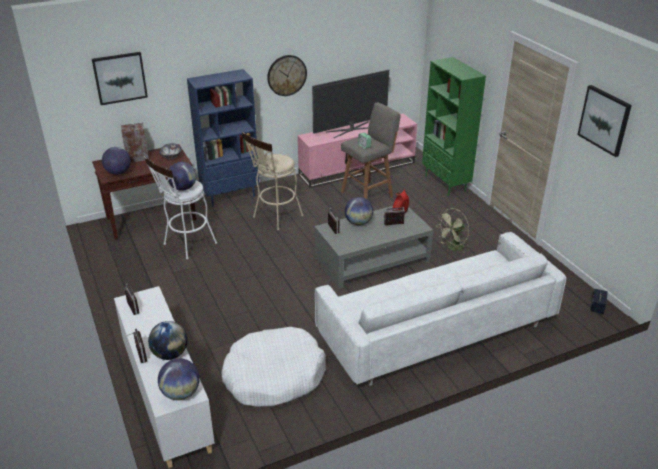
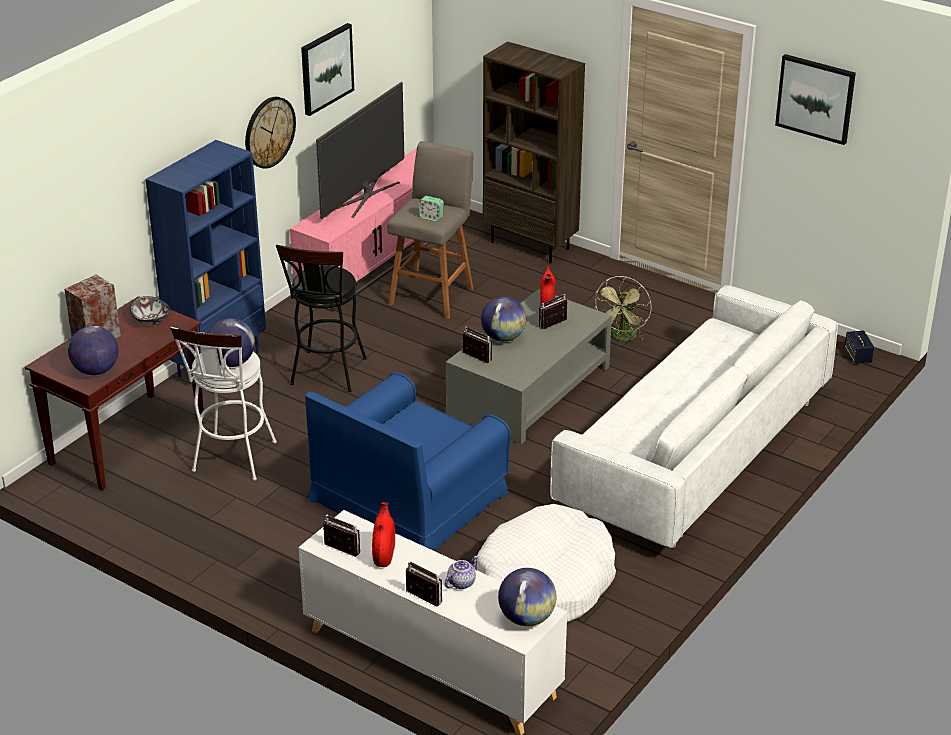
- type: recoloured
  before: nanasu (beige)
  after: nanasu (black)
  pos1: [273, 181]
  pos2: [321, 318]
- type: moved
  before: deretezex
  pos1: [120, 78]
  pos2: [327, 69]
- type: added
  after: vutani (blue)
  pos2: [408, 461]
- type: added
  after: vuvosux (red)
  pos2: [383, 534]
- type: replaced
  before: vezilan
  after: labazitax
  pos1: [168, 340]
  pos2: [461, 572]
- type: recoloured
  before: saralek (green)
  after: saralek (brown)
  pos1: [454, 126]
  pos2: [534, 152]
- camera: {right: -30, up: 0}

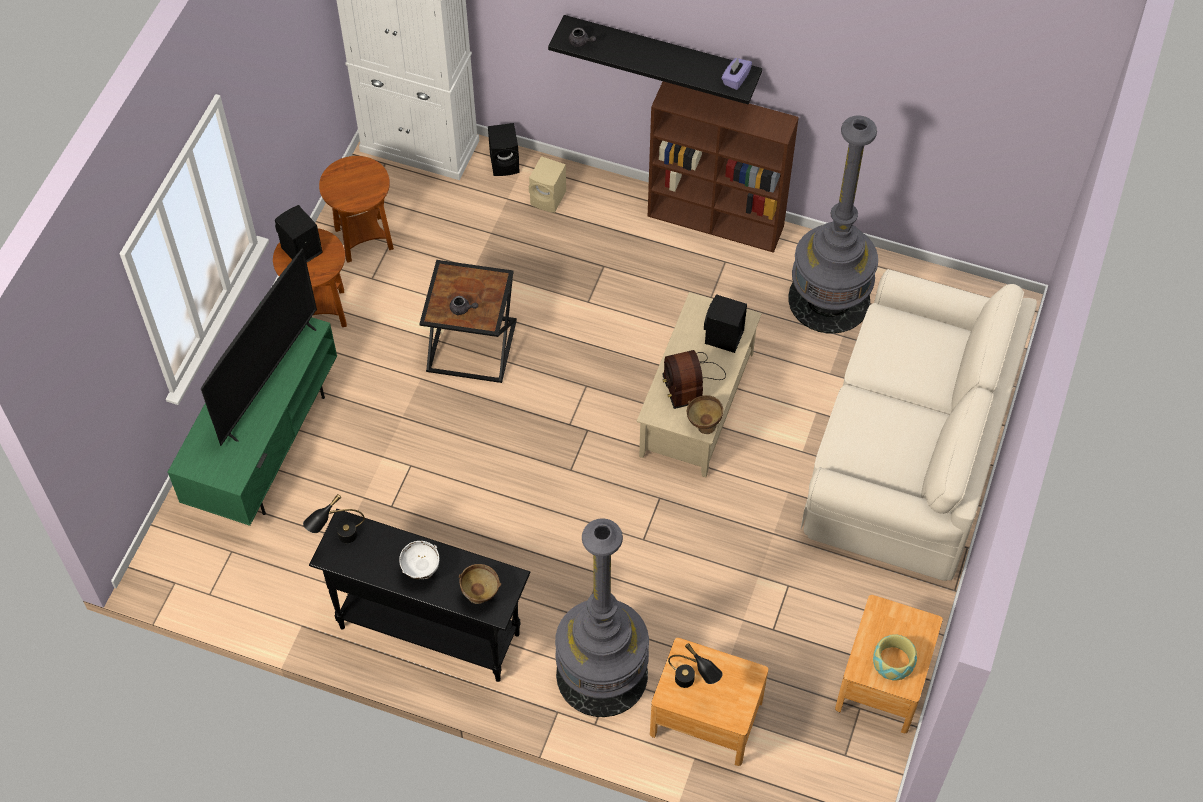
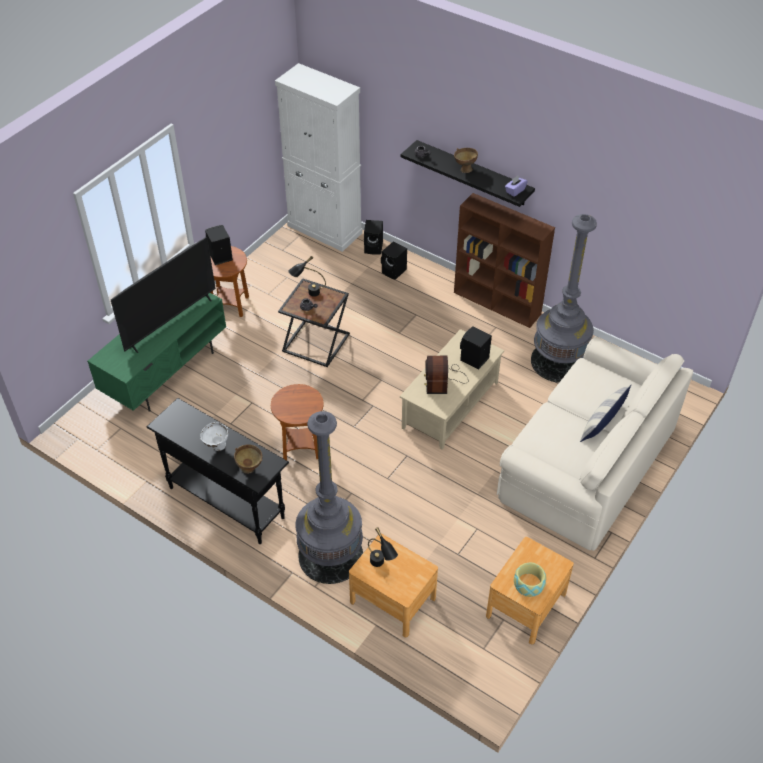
- type: moved
  before: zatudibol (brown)
  pos1: [356, 209]
  pos2: [297, 422]
- type: moved
  before: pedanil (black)
  pos1: [334, 518]
  pos2: [307, 276]
- type: recoloured
  before: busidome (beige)
  after: busidome (black)
  pos1: [547, 184]
  pos2: [394, 260]
- type: moved
  before: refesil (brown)
  pos1: [705, 414]
  pos2: [466, 160]
- type: added
  after: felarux
  pos2: [605, 413]
- camera: {right: 15, up: -10}

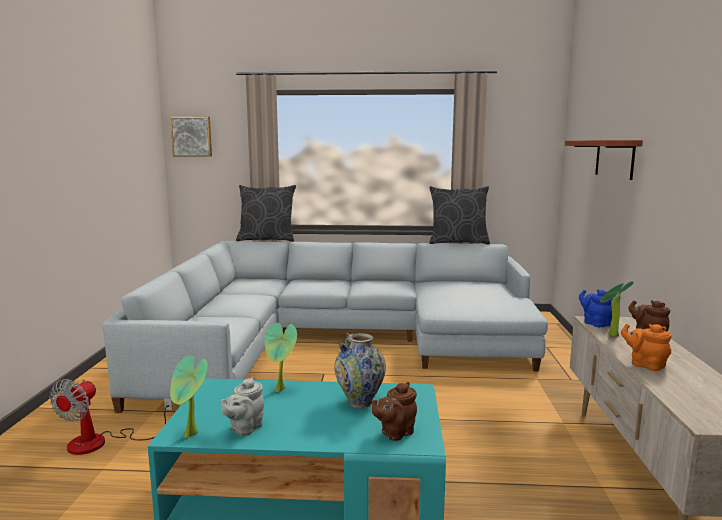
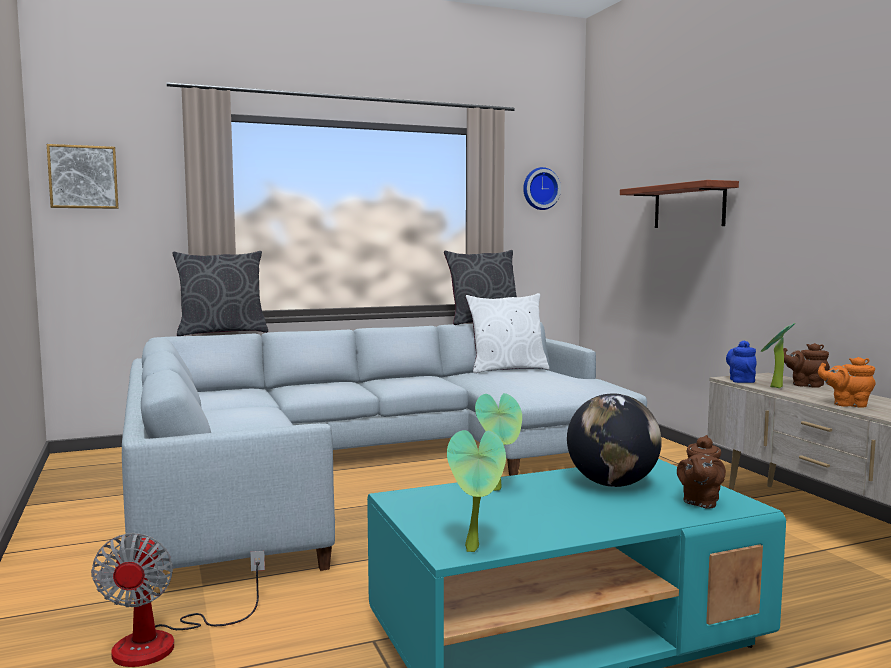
- type: added
  after: felarux (white)
  pos2: [507, 333]
- type: added
  after: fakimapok
  pos2: [542, 188]
- type: replaced
  before: vuvosux
  after: vezilan
  pos1: [360, 371]
  pos2: [614, 440]
- type: turned
  before: labazitax (blue)
  pos1: [596, 308]
  pos2: [741, 361]
  turn: 60
- type: removed
  before: labazitax (grey)
  pos1: [242, 406]
- camera: {right: -25, up: -5}

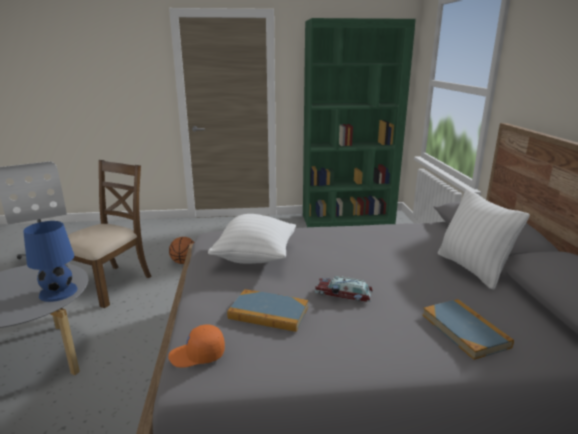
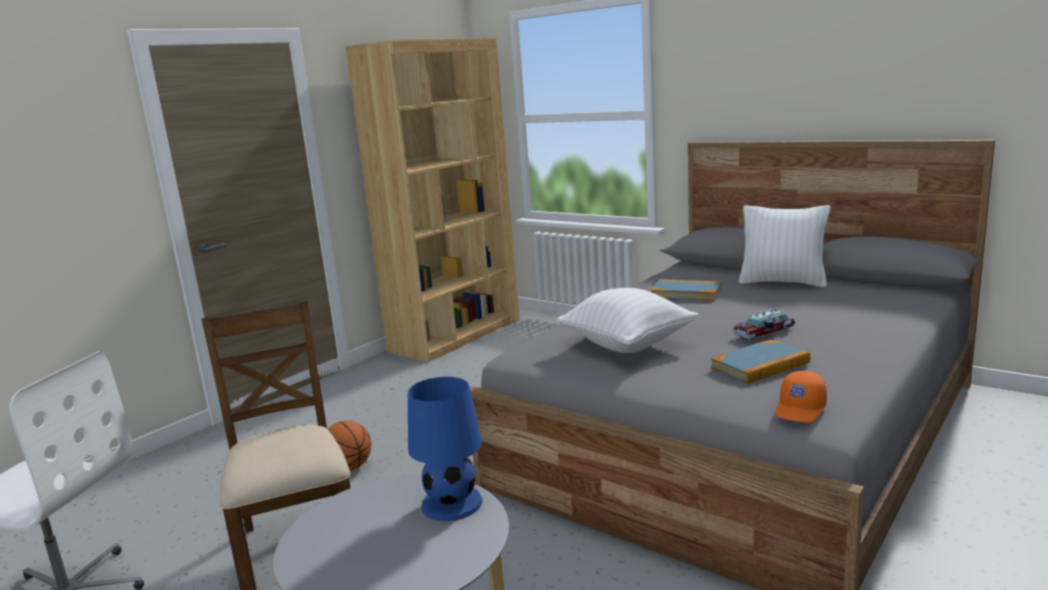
- type: recoloured
  before: saralek (green)
  after: saralek (brown)
  pos1: [359, 122]
  pos2: [432, 200]
- type: moved
  before: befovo
  pos1: [468, 329]
  pos2: [686, 290]
- camera: {right: -45, up: -5}

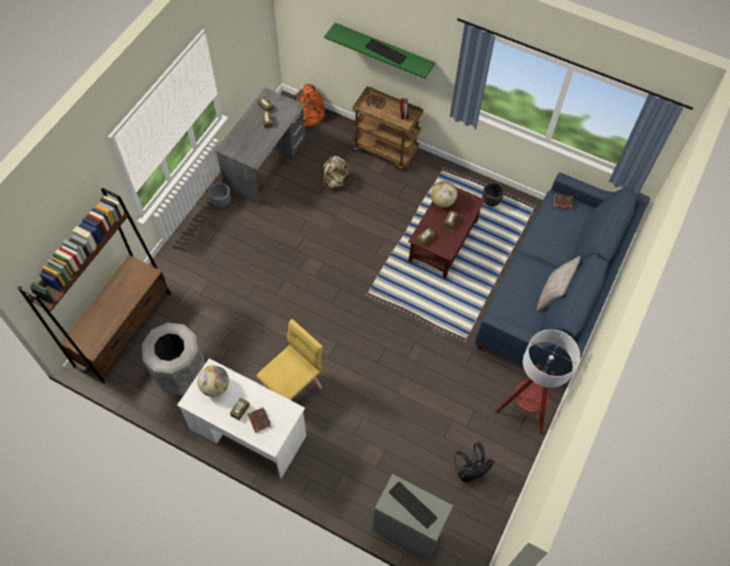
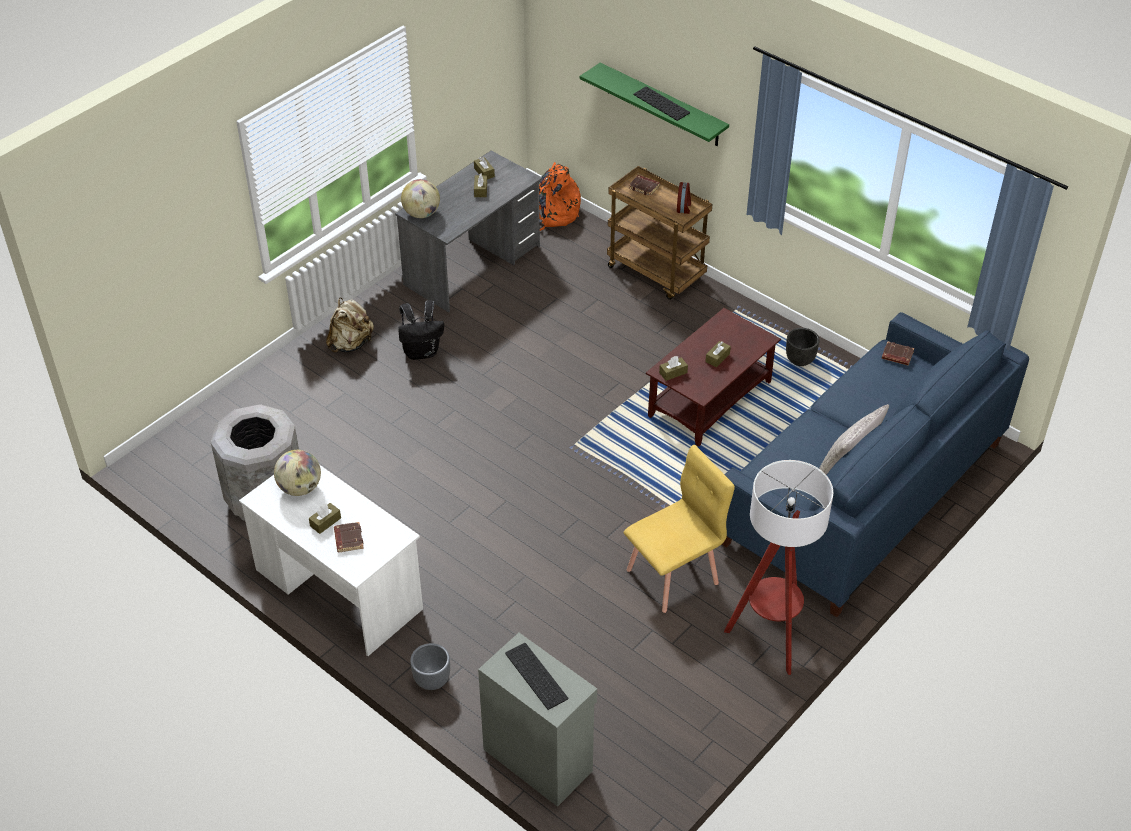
- type: moved
  before: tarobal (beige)
  pos1: [336, 173]
  pos2: [350, 325]
- type: moved
  before: tarobal (black)
  pos1: [474, 462]
  pos2: [421, 330]
- type: moved
  before: vezilan
  pos1: [444, 194]
  pos2: [420, 198]
- type: moved
  before: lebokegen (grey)
  pos1: [220, 195]
  pos2: [430, 666]
- type: moved
  before: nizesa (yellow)
  pos1: [289, 360]
  pos2: [679, 529]
- type: removed
  before: saralek (brown)
  pos1: [94, 286]
- camera: {right: 15, up: -15}

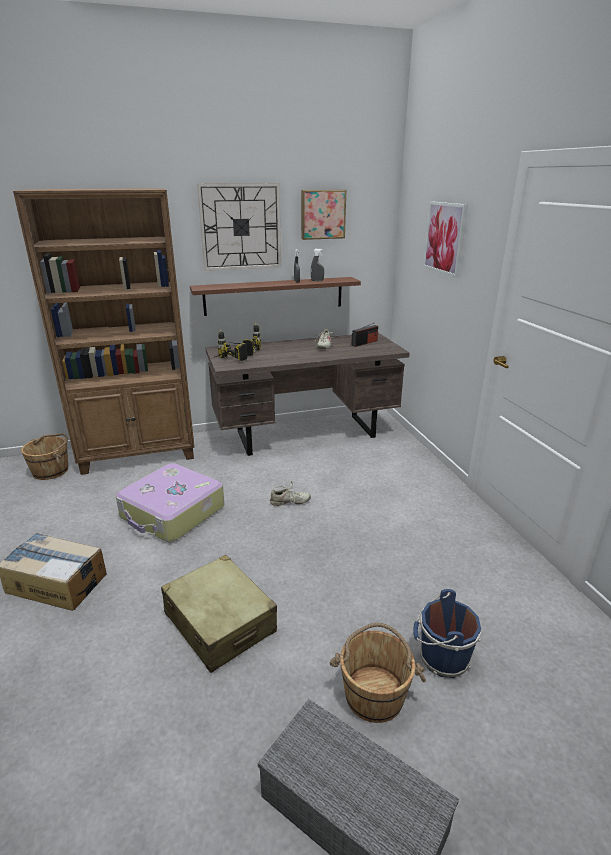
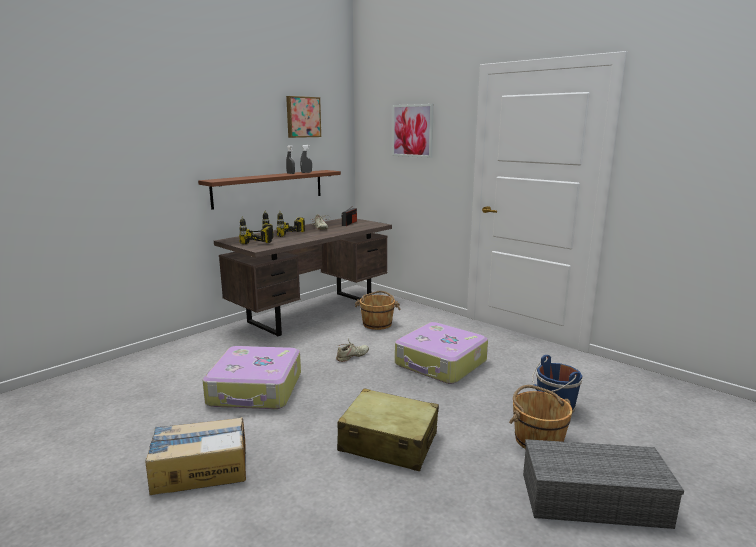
- type: added
  after: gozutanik
  pos2: [291, 224]
- type: moved
  before: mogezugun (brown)
  pos1: [44, 456]
  pos2: [378, 310]
- type: added
  after: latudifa
  pos2: [441, 353]
- type: removed
  before: saralek (brown)
  pos1: [104, 331]
- type: removed
  before: fakimapok
  pos1: [239, 227]
- camera: {right: -30, up: -10}

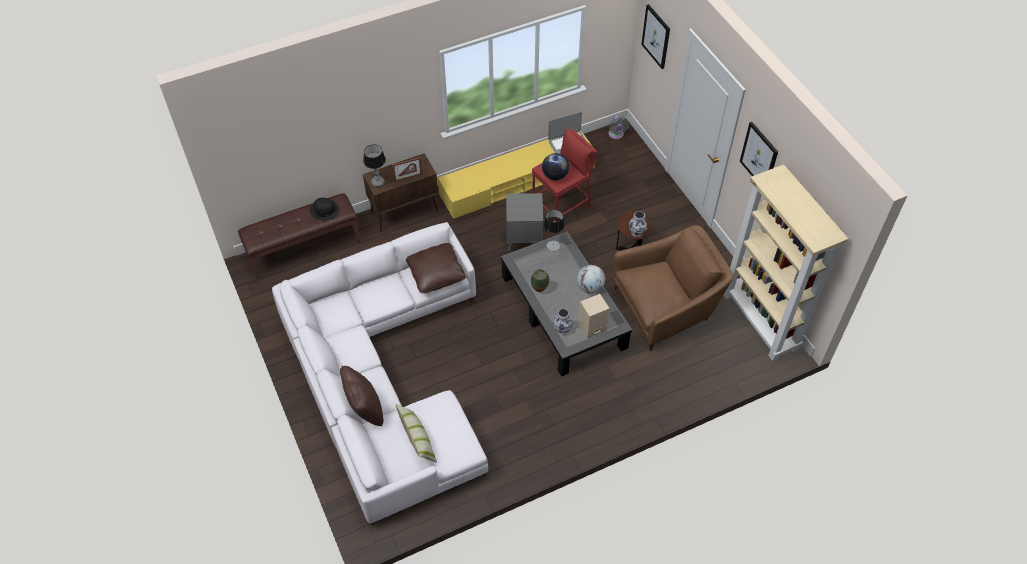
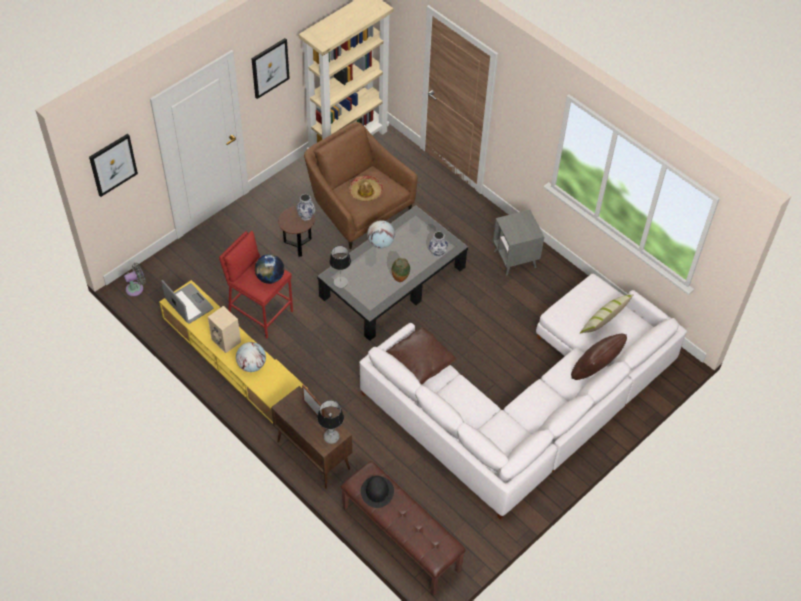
- type: moved
  before: busidome (beige)
  pos1: [594, 316]
  pos2: [224, 329]
- type: added
  after: vezilan
  pos2: [251, 357]
- type: added
  after: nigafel
  pos2: [366, 188]
- type: moved
  before: zatudibol (grey)
  pos1: [524, 222]
  pos2: [518, 243]
- camera: {right: -110, up: 0}

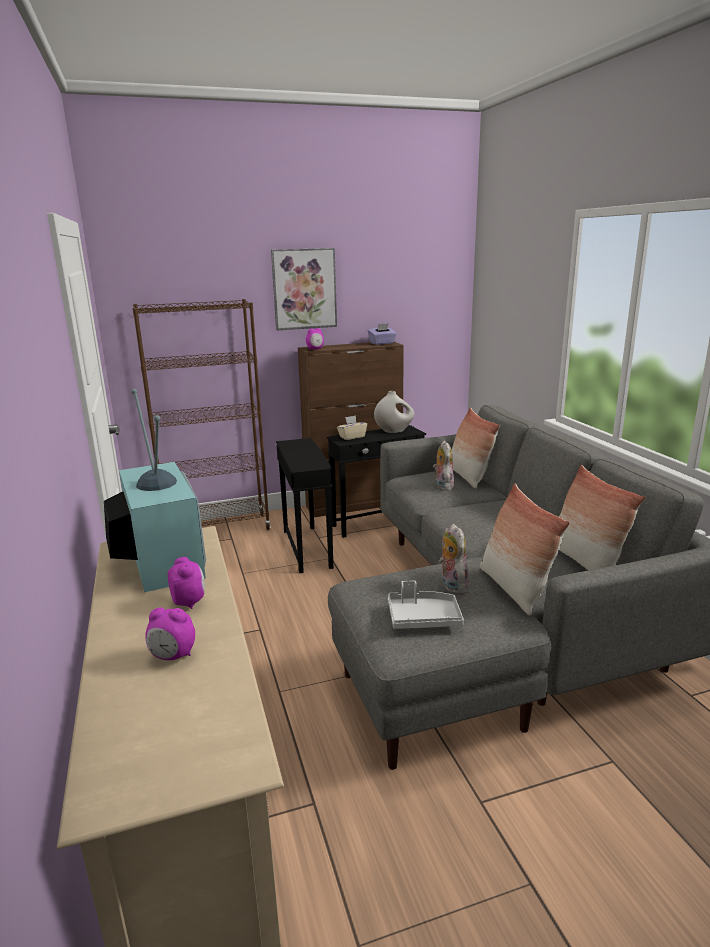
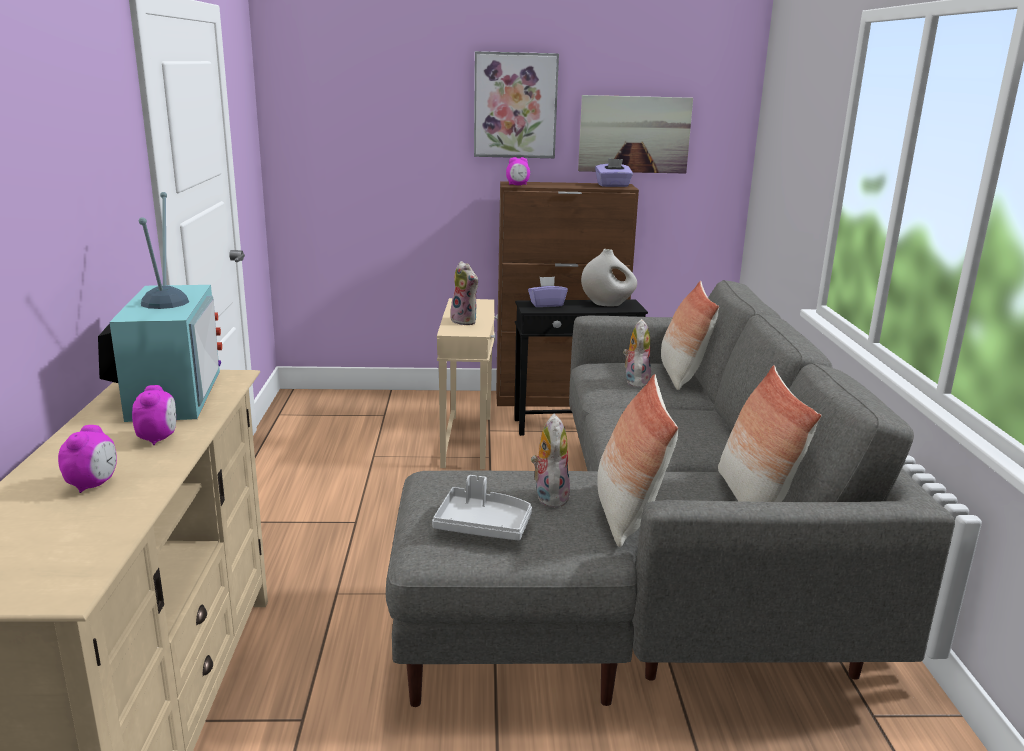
- type: turned
  before: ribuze
  pos1: [170, 633]
  pos2: [87, 459]
  turn: -105
- type: recoloured
  before: zatudibol (black)
  after: zatudibol (beige)
  pos1: [304, 505]
  pos2: [467, 383]
- type: added
  after: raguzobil
  pos2: [464, 293]
- type: recoloured
  before: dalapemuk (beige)
  after: dalapemuk (purple)
  pos1: [352, 427]
  pos2: [548, 291]
- type: added
  after: deretezex
  pos2: [635, 134]
- type: removed
  before: saralek (brown)
  pos1: [201, 414]
- camera: {right: 15, up: 0}

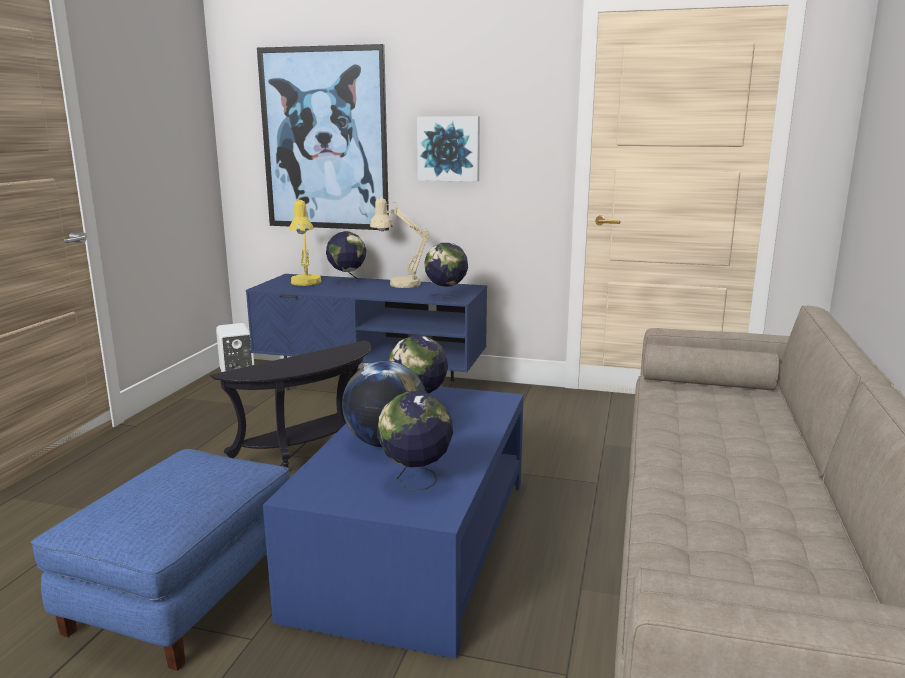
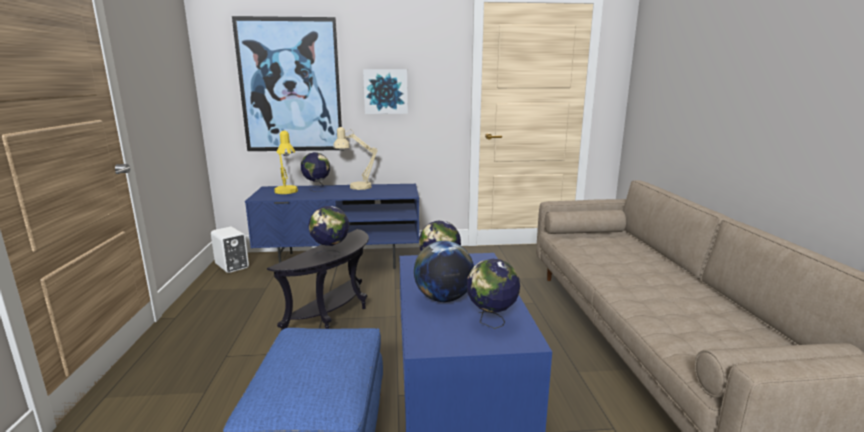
- type: moved
  before: vezilan
  pos1: [446, 271]
  pos2: [328, 231]
- camera: {right: -20, up: 0}

